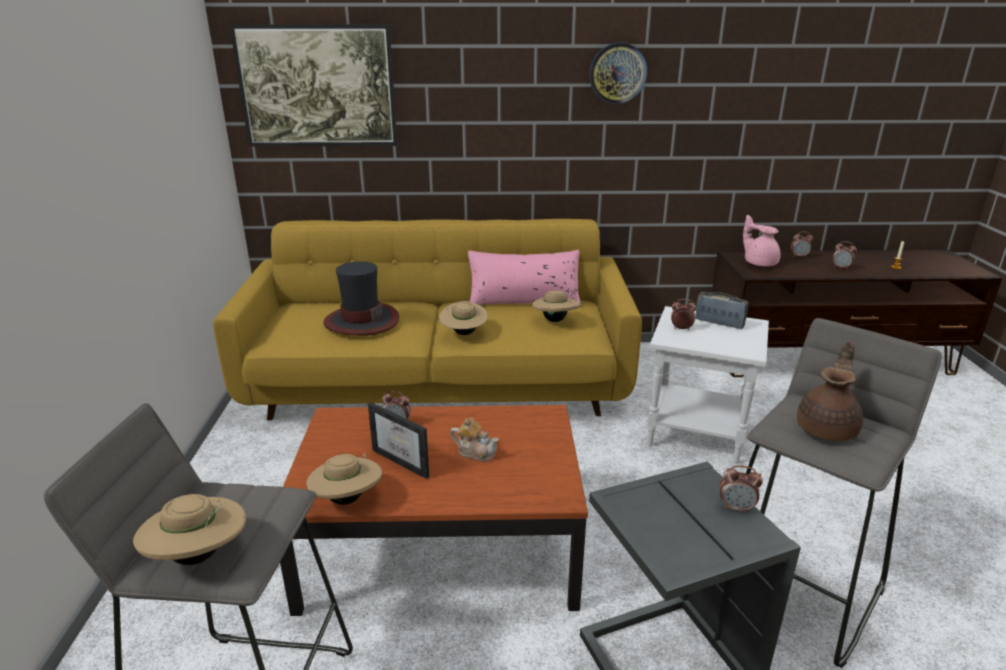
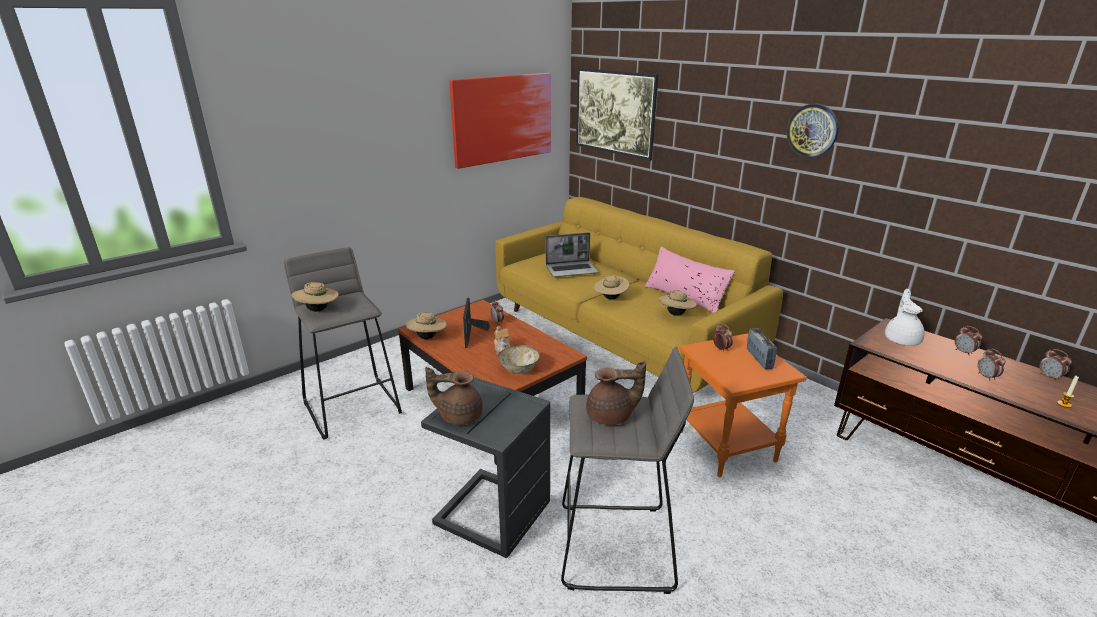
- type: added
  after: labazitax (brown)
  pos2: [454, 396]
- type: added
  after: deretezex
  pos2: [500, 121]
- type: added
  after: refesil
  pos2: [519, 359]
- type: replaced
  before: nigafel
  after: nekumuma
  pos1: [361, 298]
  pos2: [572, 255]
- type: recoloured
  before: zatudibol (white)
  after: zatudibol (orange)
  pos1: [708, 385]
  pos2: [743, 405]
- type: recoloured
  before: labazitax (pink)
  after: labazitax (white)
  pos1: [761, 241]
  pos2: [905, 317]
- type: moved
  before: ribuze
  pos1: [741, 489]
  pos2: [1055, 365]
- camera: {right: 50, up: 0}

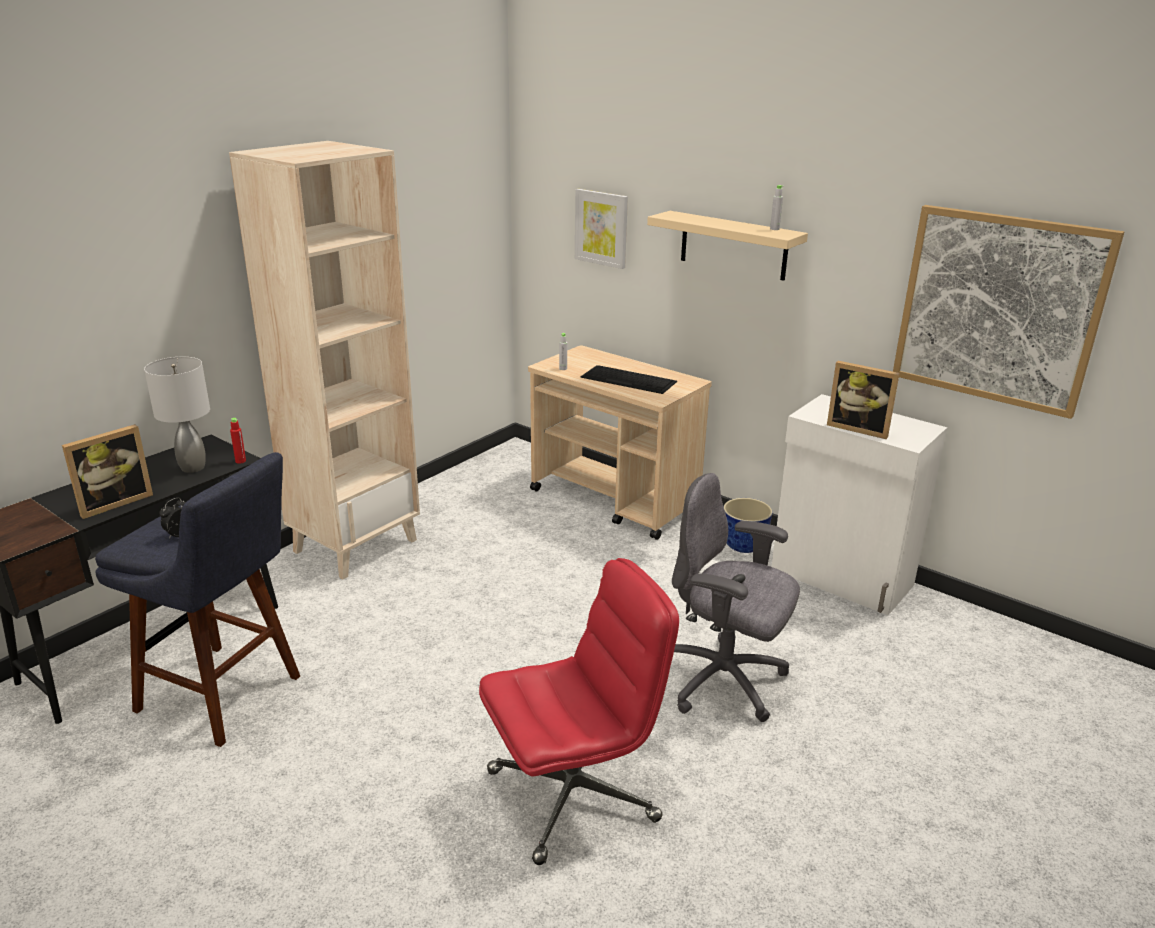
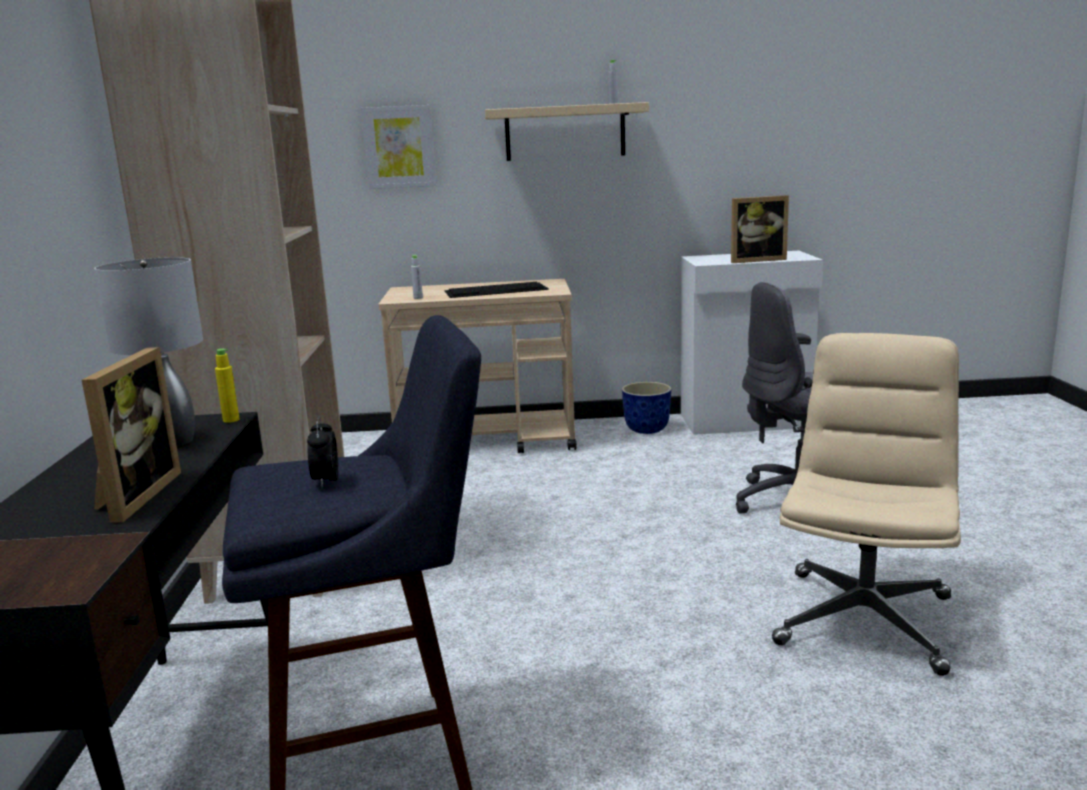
- type: recoloured
  before: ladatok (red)
  after: ladatok (yellow)
  pos1: [238, 441]
  pos2: [227, 386]
- type: recoloured
  before: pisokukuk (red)
  after: pisokukuk (beige)
  pos1: [579, 711]
  pos2: [866, 504]
- type: removed
  before: deretezex
  pos1: [1008, 312]
- camera: {right: -40, up: -10}

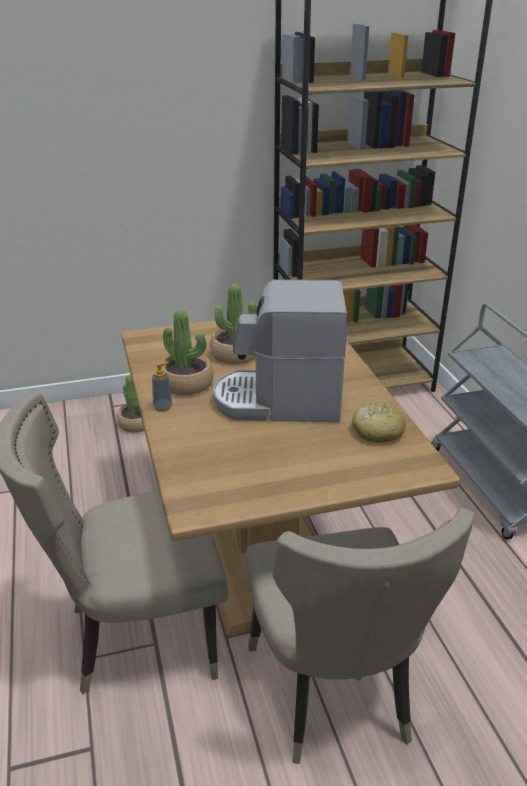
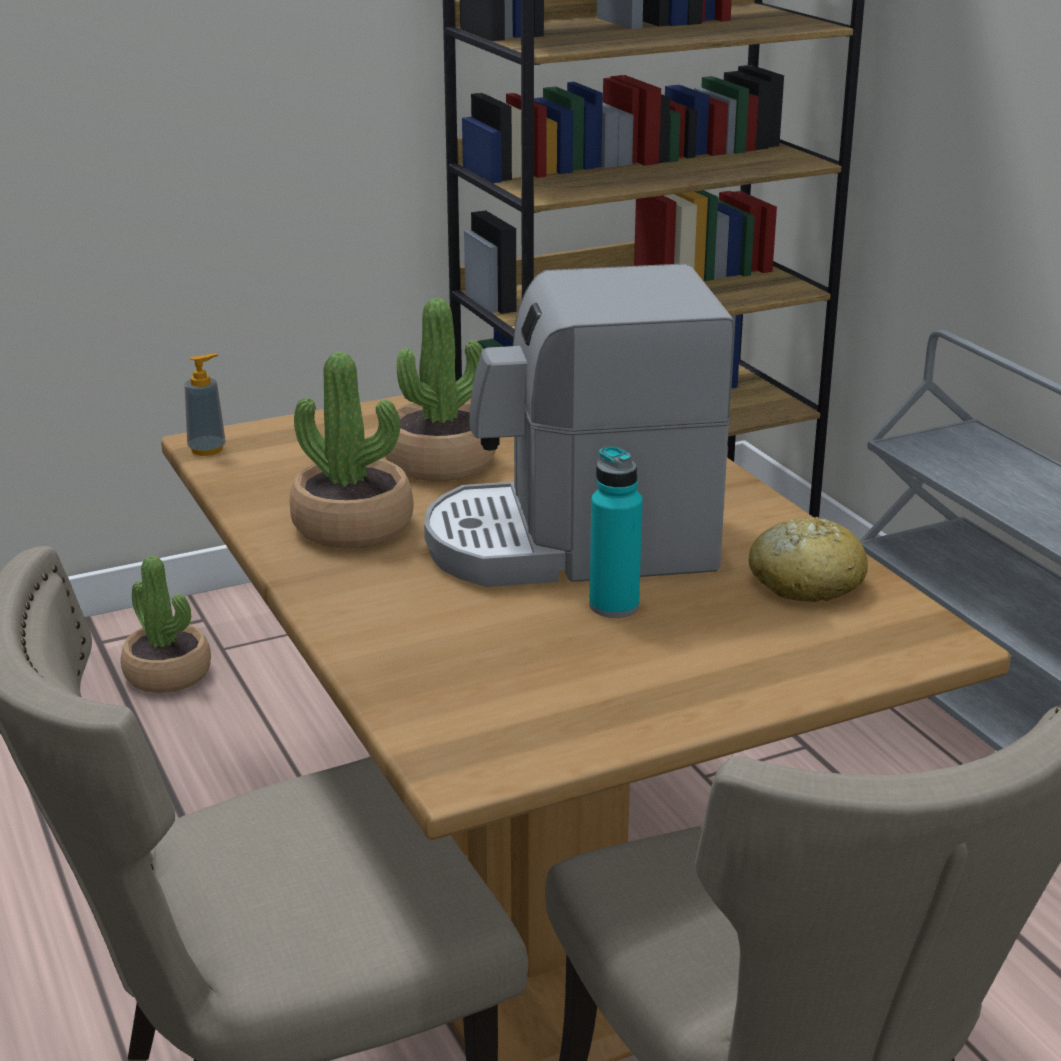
- type: moved
  before: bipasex
  pos1: [162, 387]
  pos2: [205, 405]
- type: added
  after: ladatok (turquoise)
  pos2: [616, 532]
- camera: {right: -10, up: -5}

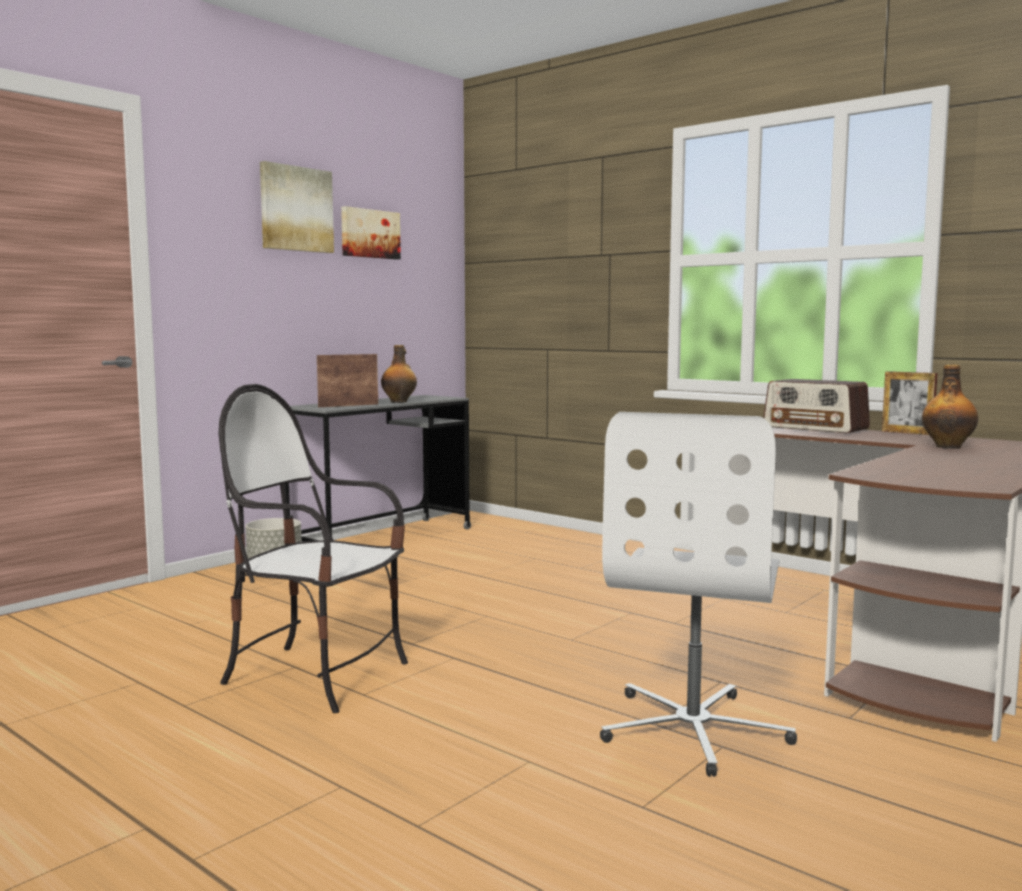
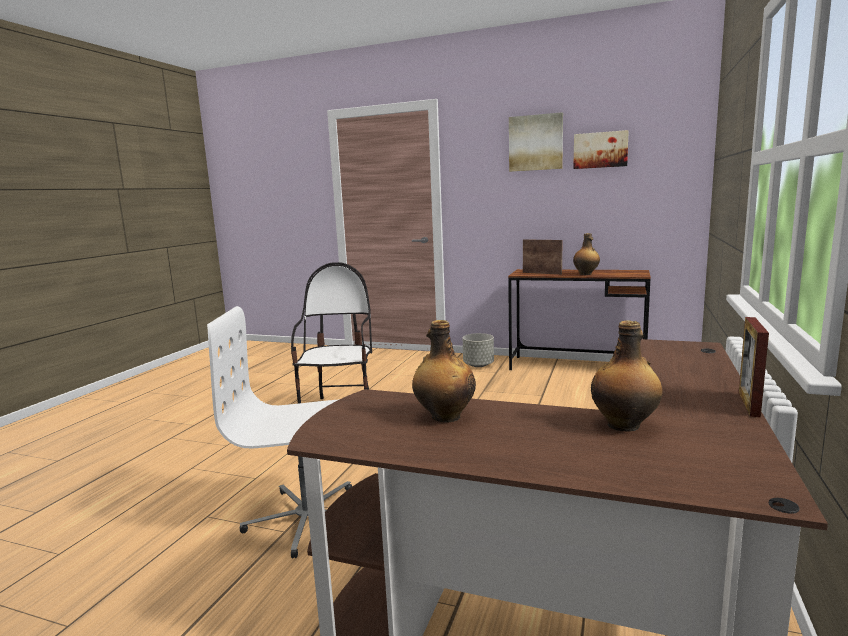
- type: added
  after: ladatok
  pos2: [444, 371]
- type: recoloured
  before: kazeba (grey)
  after: kazeba (brown)
  pos1: [378, 468]
  pos2: [579, 319]
- type: removed
  before: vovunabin
  pos1: [816, 406]
- camera: {right: 70, up: 5}

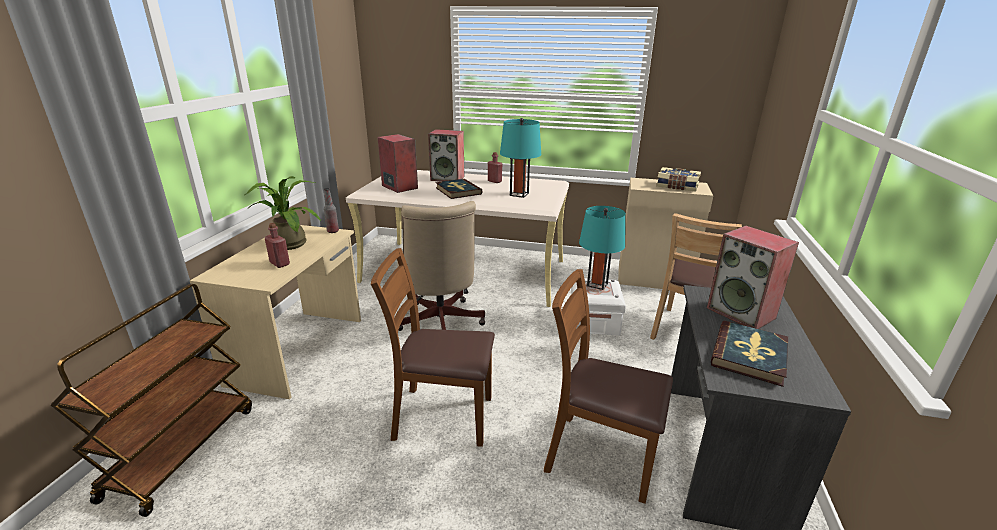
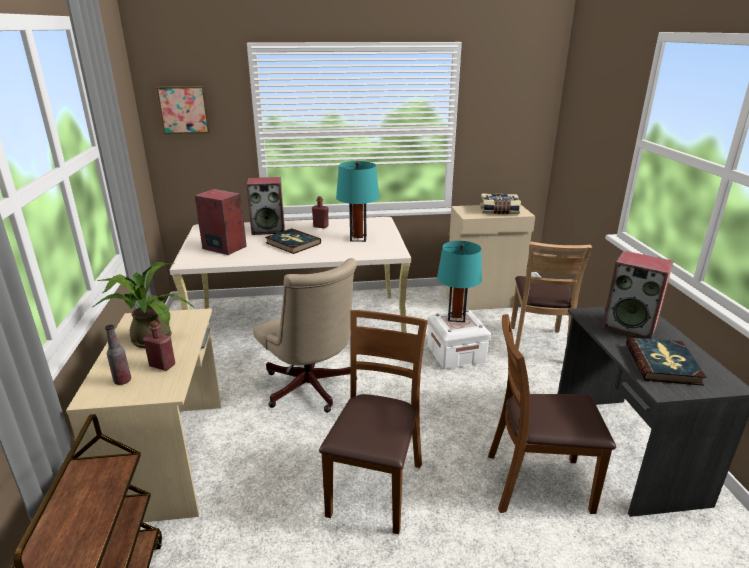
- type: moved
  before: ladatok
  pos1: [331, 210]
  pos2: [118, 355]
- type: added
  after: deretezex
  pos2: [183, 110]
- type: turned
  before: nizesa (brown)
  pos1: [433, 347]
  pos2: [373, 422]
  turn: 120
- camera: {right: -20, up: 0}

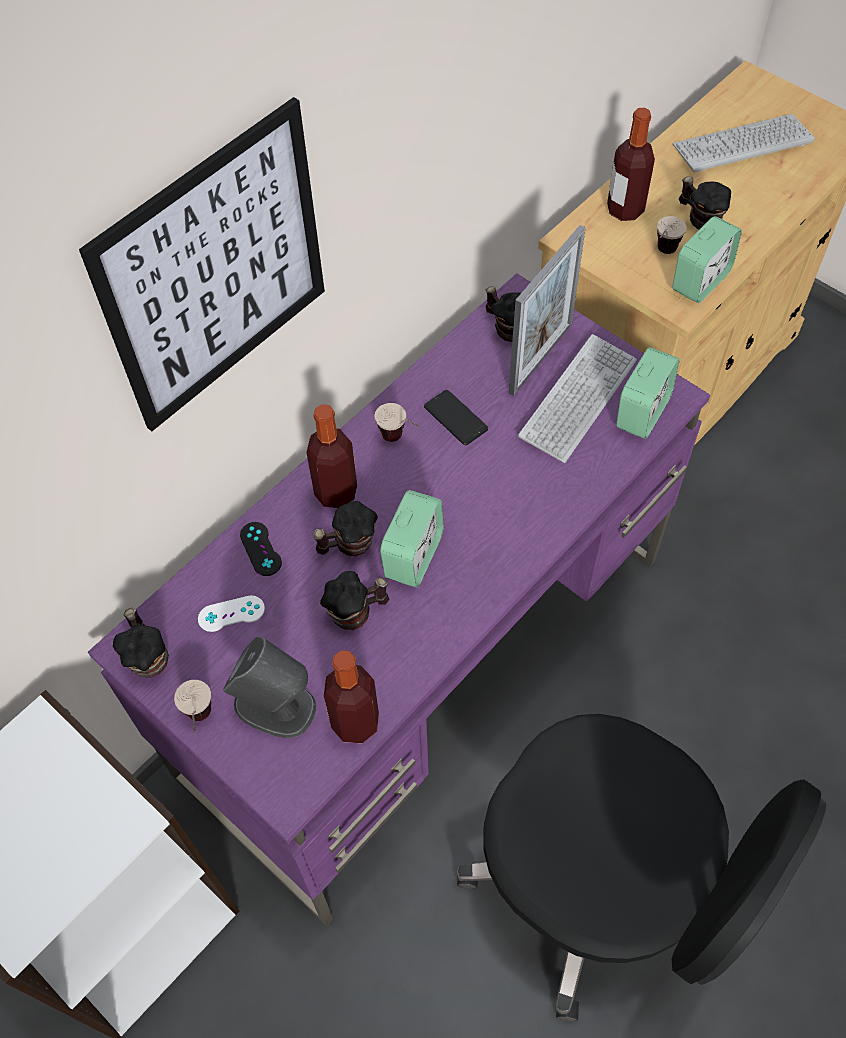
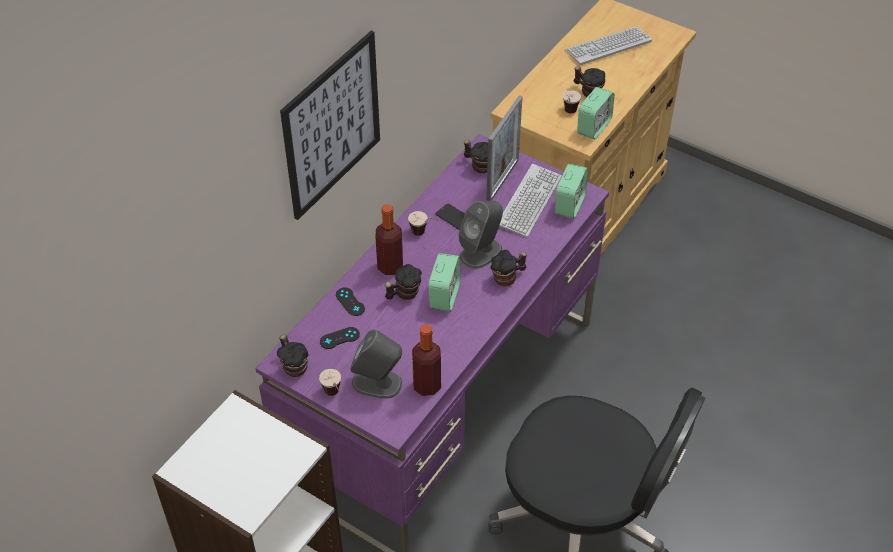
- type: recoloured
  before: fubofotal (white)
  after: fubofotal (black)
  pos1: [231, 613]
  pos2: [340, 338]
- type: added
  after: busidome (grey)
  pos2: [480, 235]
- type: moved
  before: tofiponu
  pos1: [355, 600]
  pos2: [508, 268]
- type: removed
  before: ladatok
  pos1: [631, 164]
- camera: {right: -10, up: -10}

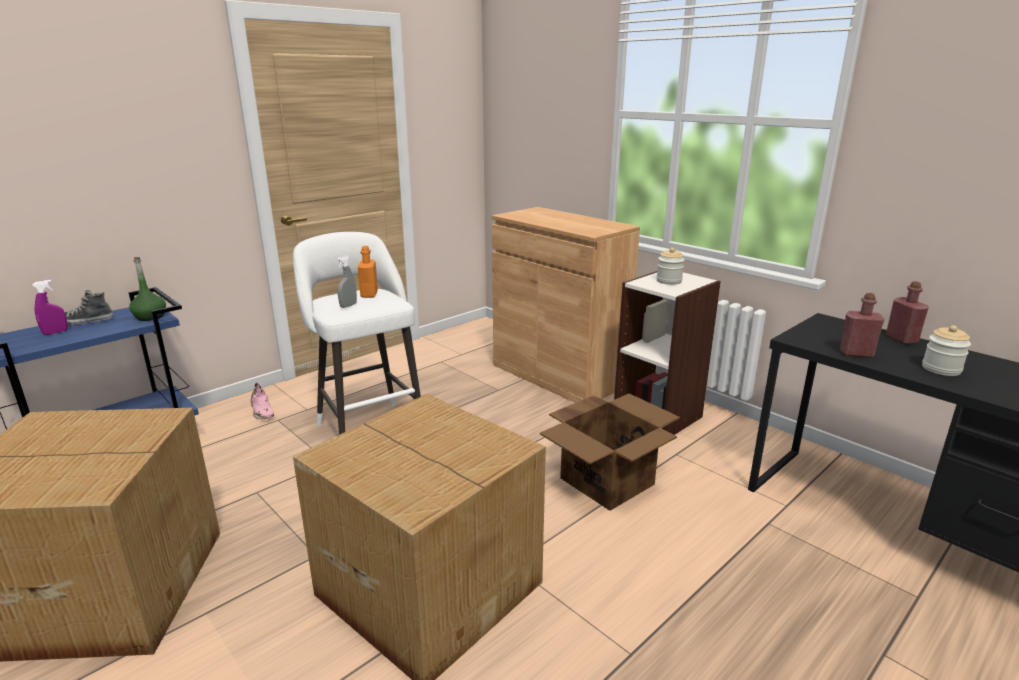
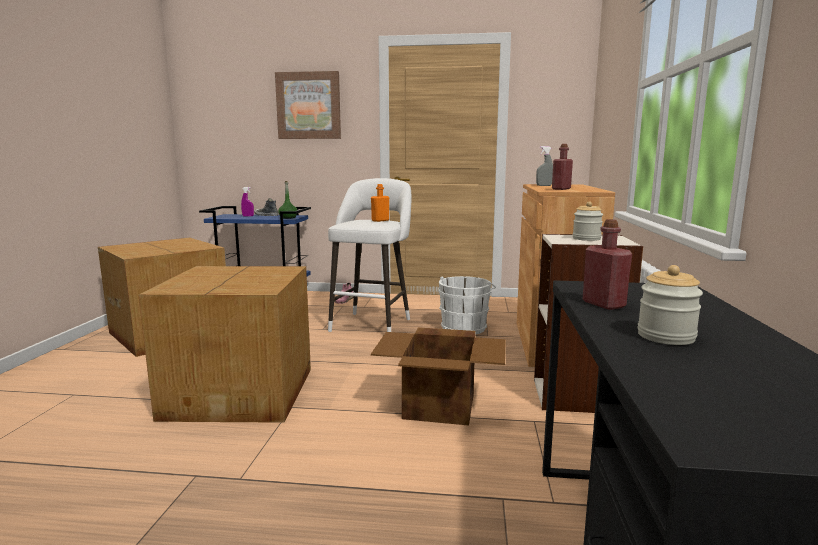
- type: added
  after: deretezex
  pos2: [308, 105]
- type: added
  after: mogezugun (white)
  pos2: [467, 305]
- type: moved
  before: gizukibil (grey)
  pos1: [346, 282]
  pos2: [544, 166]
- type: moved
  before: ladatok (red)
  pos1: [907, 312]
  pos2: [562, 167]
- camera: {right: 50, up: -10}

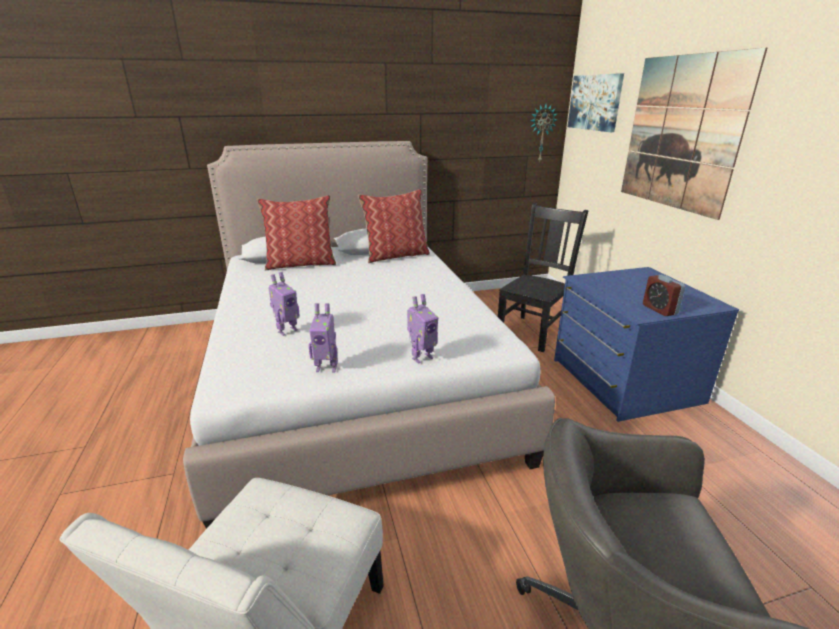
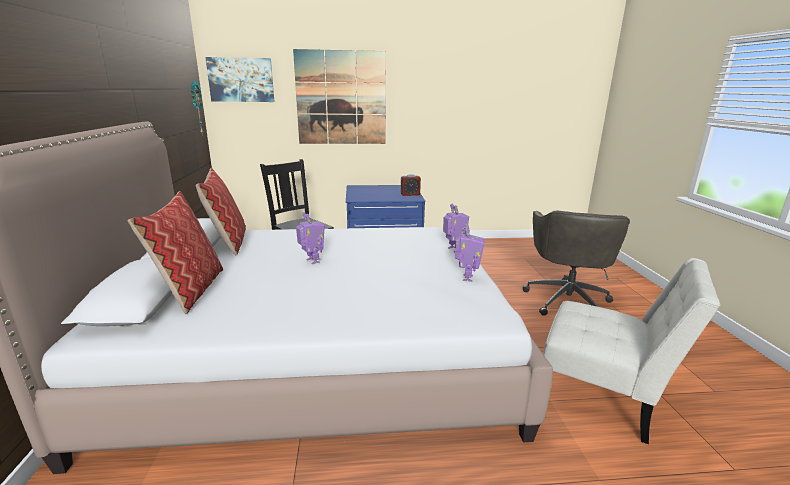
- type: moved
  before: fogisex
  pos1: [284, 304]
  pos2: [310, 238]
- camera: {right: -80, up: -5}

